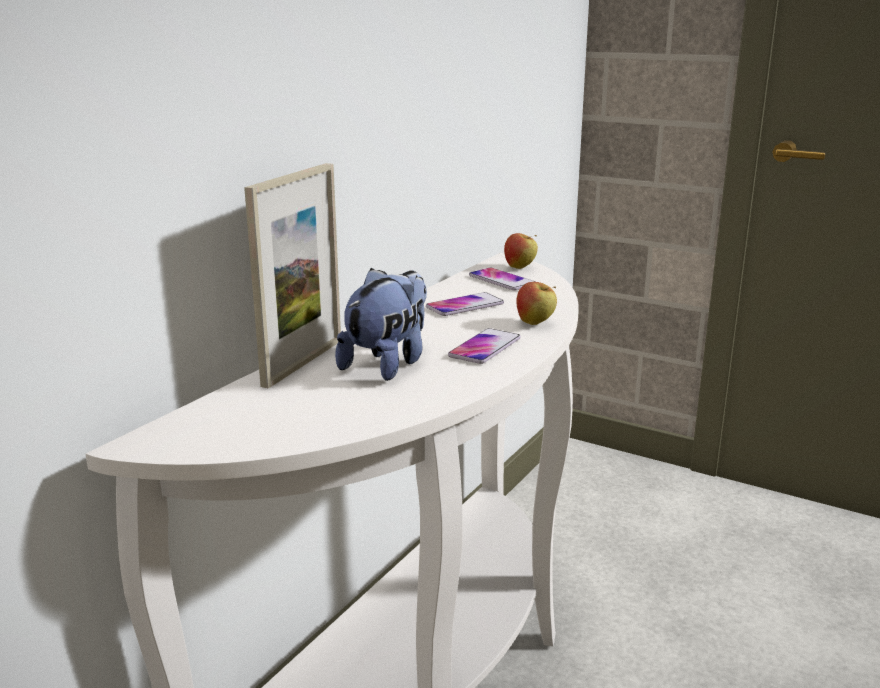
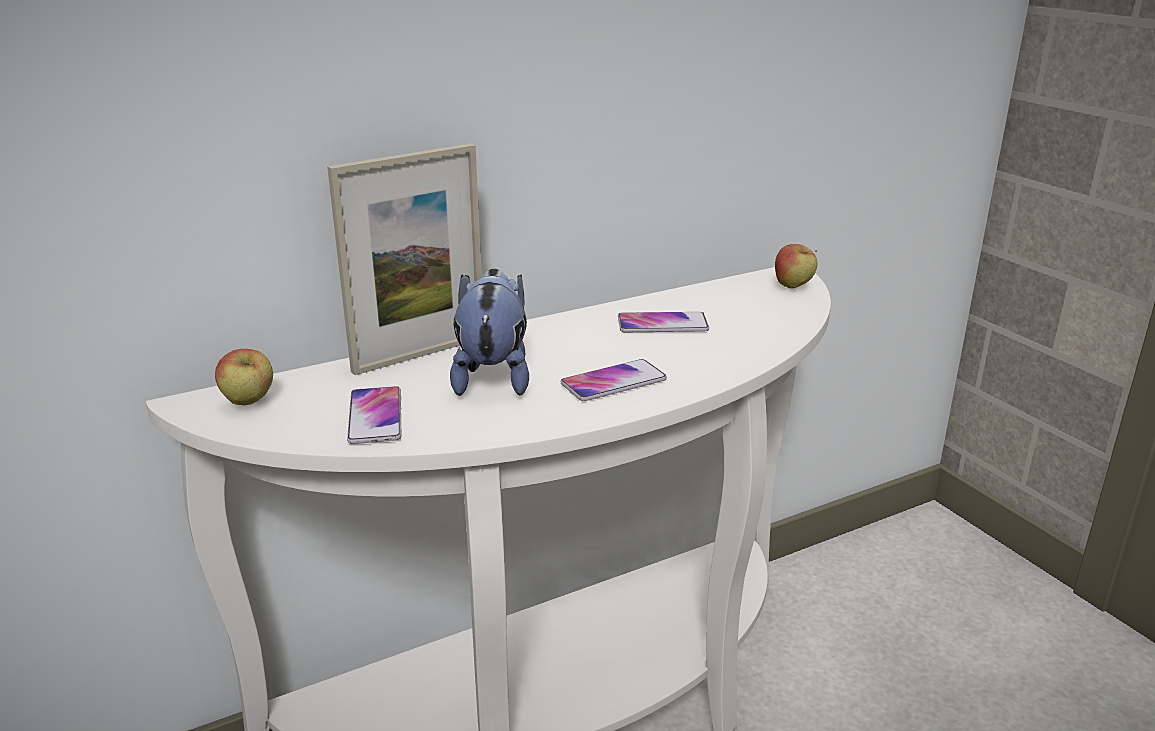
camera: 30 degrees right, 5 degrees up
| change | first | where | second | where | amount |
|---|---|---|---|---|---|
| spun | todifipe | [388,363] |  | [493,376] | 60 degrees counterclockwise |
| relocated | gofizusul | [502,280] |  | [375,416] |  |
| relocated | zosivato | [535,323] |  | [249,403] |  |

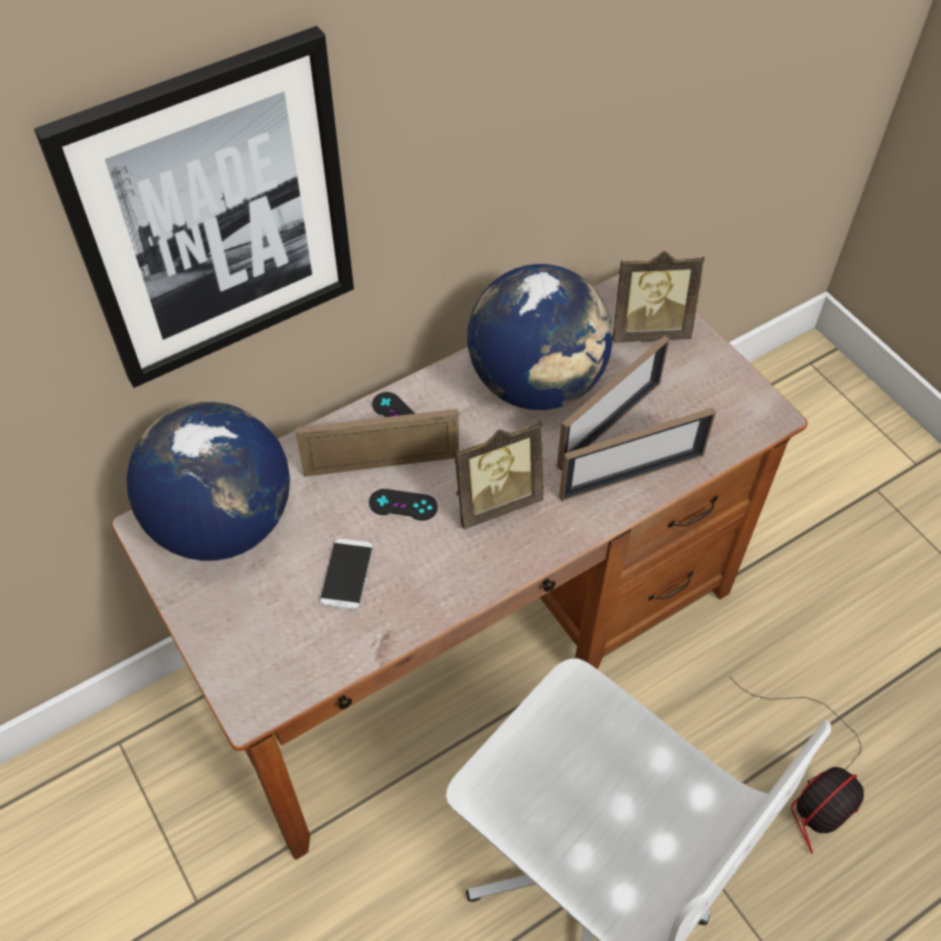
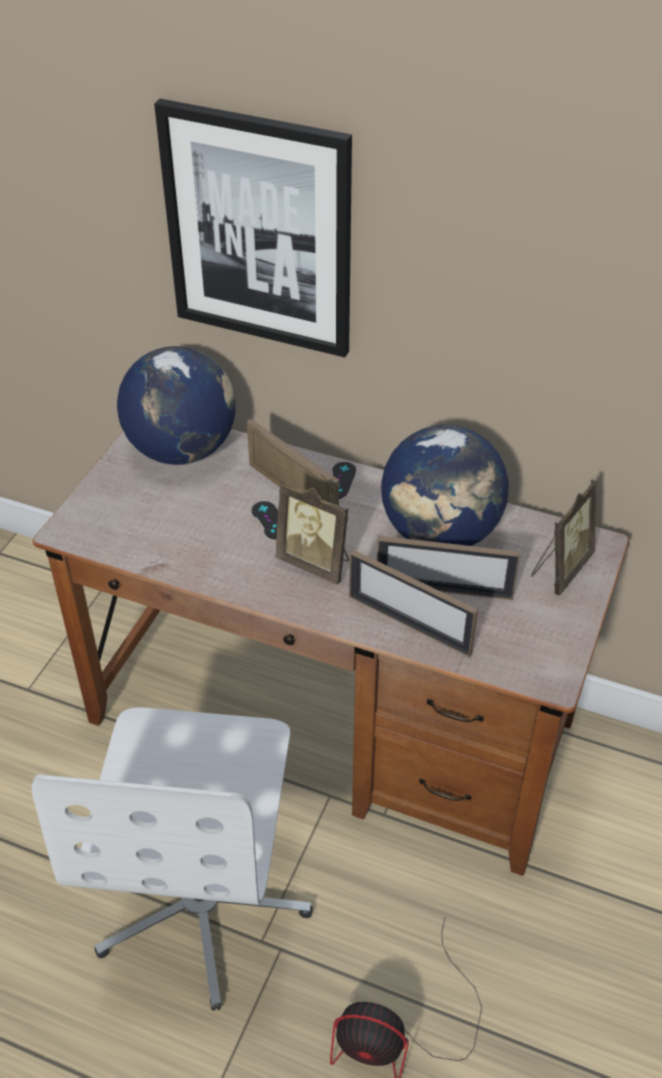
camera: 55 degrees right, 10 degrees down
| change | first | where | second | where | amount |
|---|---|---|---|---|---|
| spun | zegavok | [648,329] |  | [560,569] | 105 degrees counterclockwise |
| missing | gofizusul | [346,574] |  |  |  |

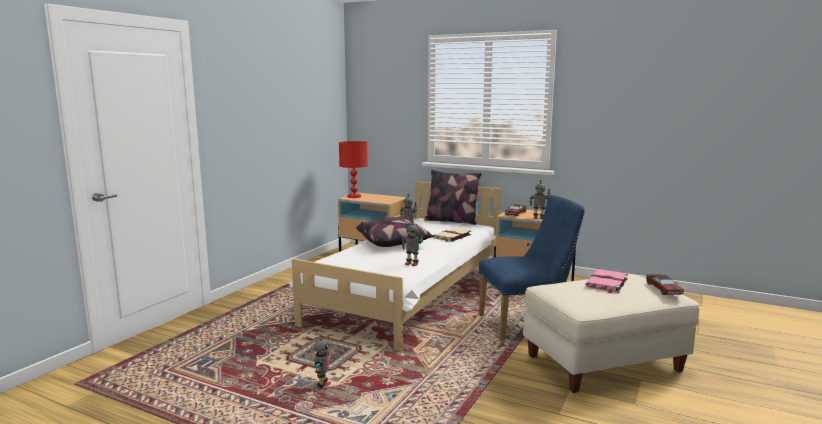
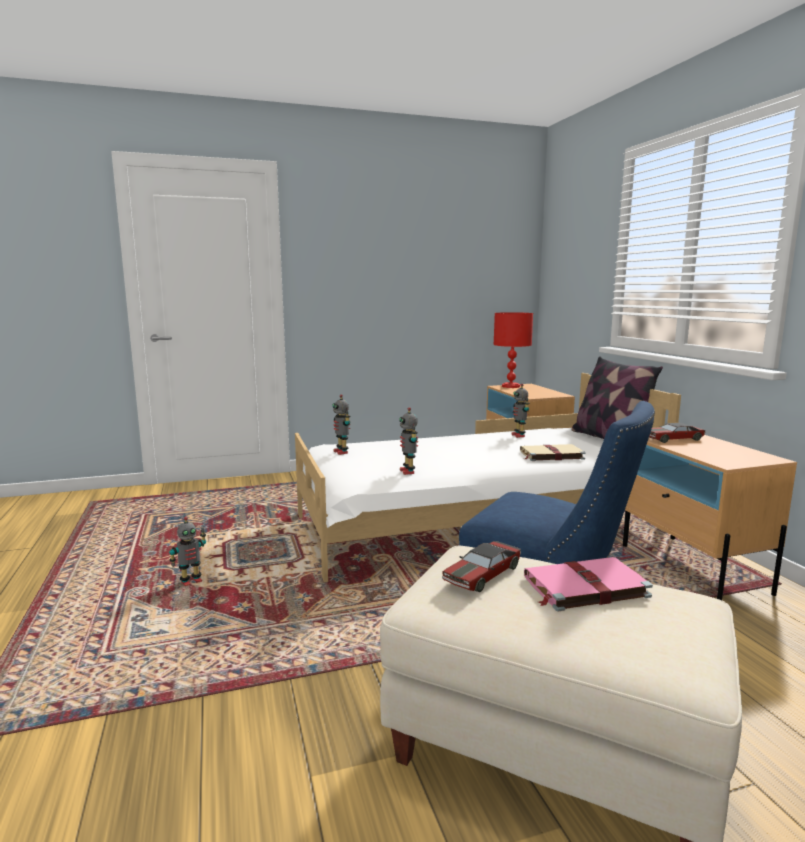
camera: 45 degrees right, 0 degrees up
| change | first | where | second | where | amount |
|---|---|---|---|---|---|
| relocated | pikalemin | [538,217] |  | [342,452] |  |
| missing | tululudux | [394,243] |  |  |  |
| relocated | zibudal | [663,289] |  | [482,575] |  |

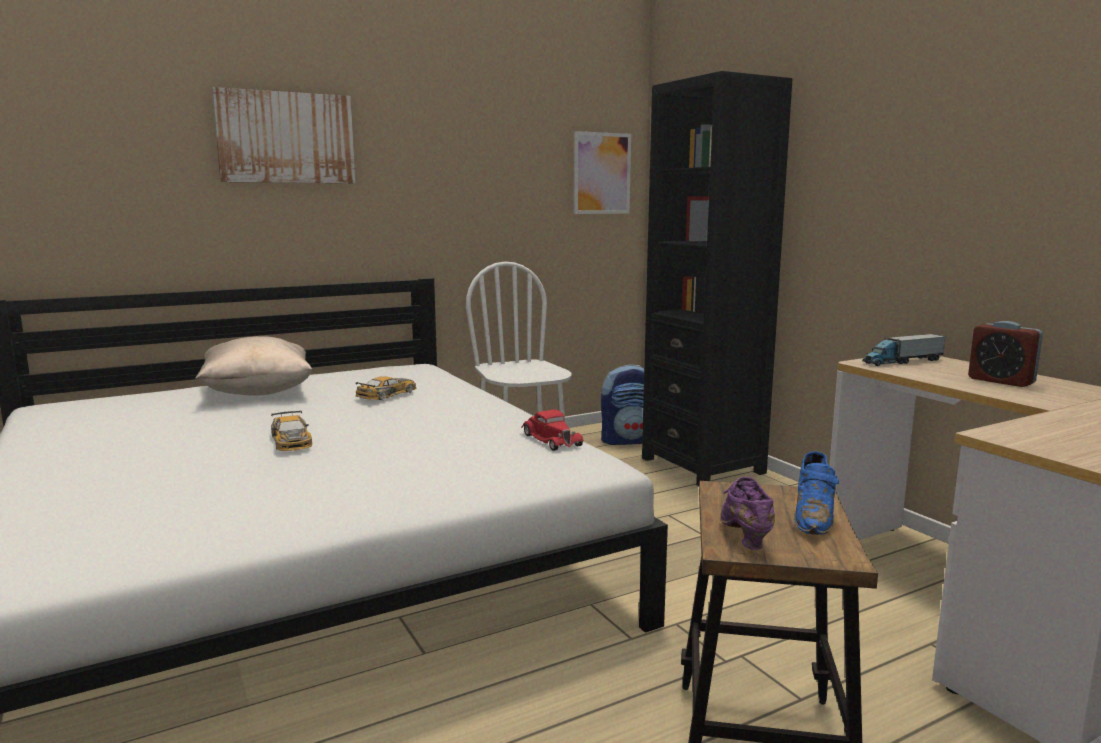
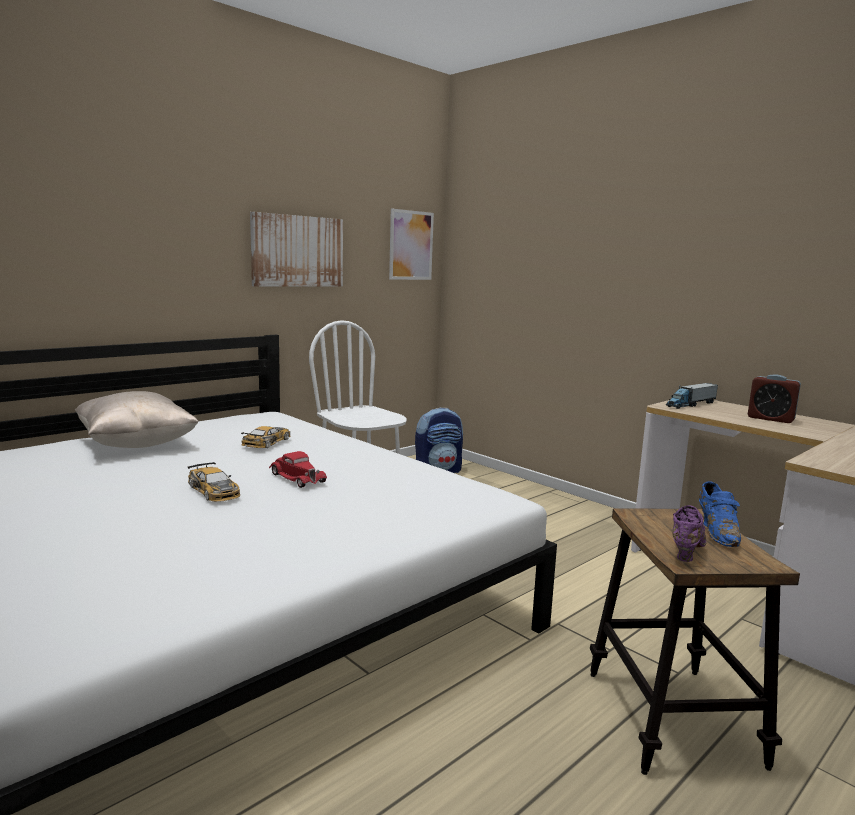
camera: 15 degrees left, 0 degrees up
| change | first | where | second | where | amount |
|---|---|---|---|---|---|
| missing | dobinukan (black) | [702,465] |  |  |  |
| relocated | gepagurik | [286,138] |  | [297,251] |  |
| relocated | zibudal (red) | [550,439] |  | [296,477] |  |
| spun | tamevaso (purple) | [744,535] |  | [686,551] | 45 degrees clockwise |

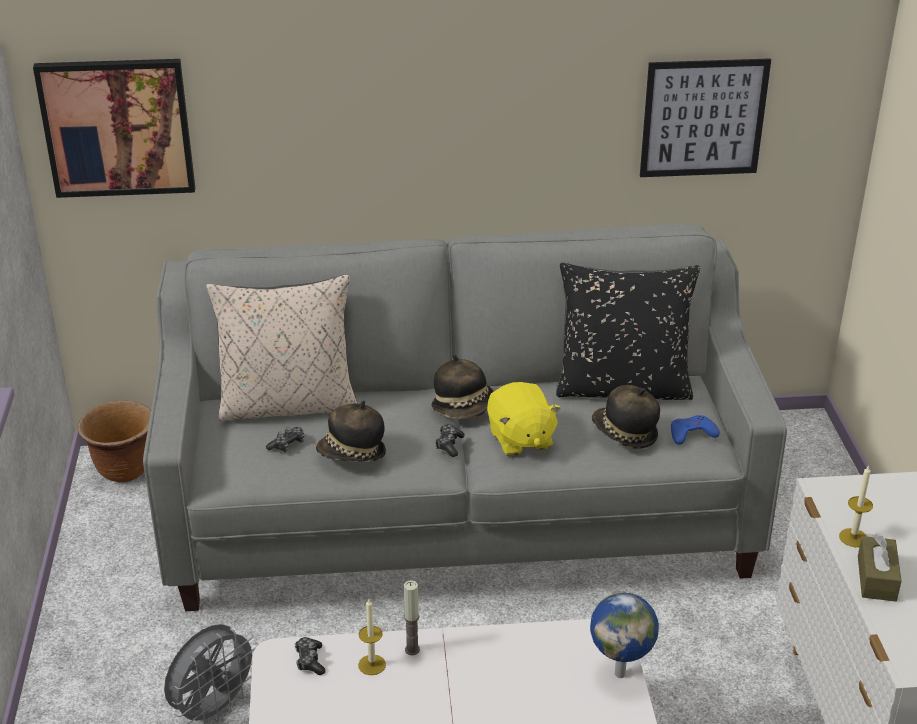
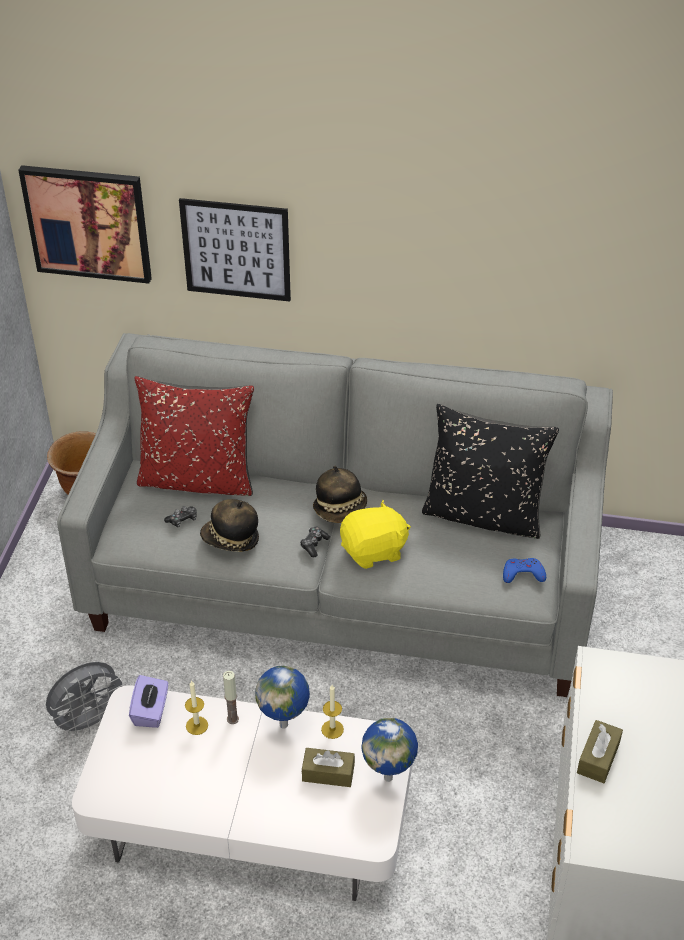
camera: 15 degrees right, 10 degrees up
| change | first | where | second | where | amount |
|---|---|---|---|---|---|
| relocated | gepagurik | [703,118] |  | [236,250] |  |
| colour | tululudux (beige) | [288,405] | tululudux (red) | [197,480] |  |
| spun | todifipe (yellow) | [520,439] |  | [374,551] | 105 degrees counterclockwise |
| missing | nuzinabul | [624,434] |  |  |  |
| relocated | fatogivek | [853,538] |  | [332,729] |  |
| exchanged | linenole | [310,661] | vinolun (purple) | [151,711] |  |
| appeared |  |  | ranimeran | [285,724] |  |
| appeared |  |  | vinolun (brown) | [328,773] |  |

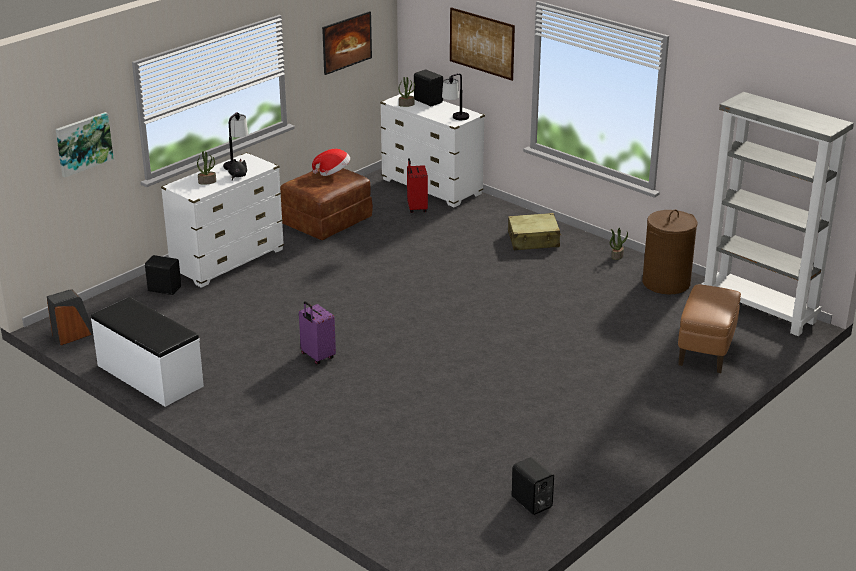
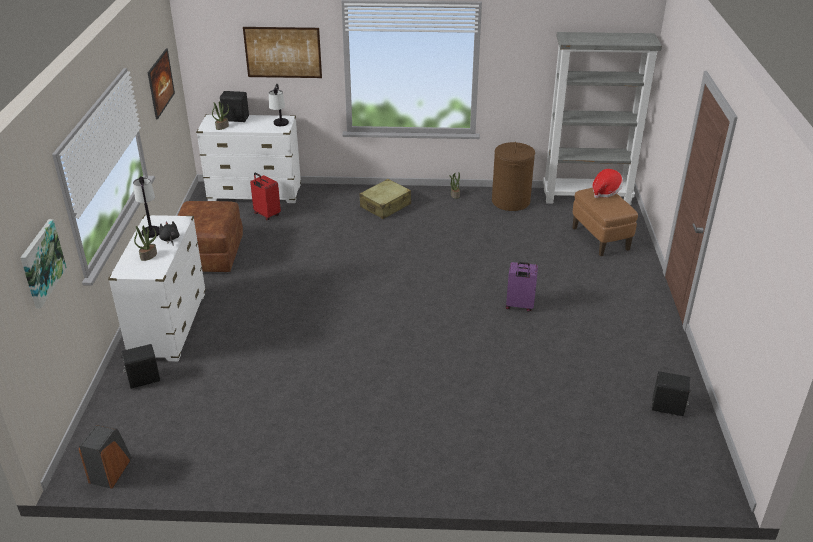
camera: 40 degrees left, 5 degrees up
| change | first | where | second | where | amount |
|---|---|---|---|---|---|
| relocated | nuzinabul | [333,173] |  | [605,192] |  |
| missing | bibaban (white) | [149,376] |  |  |  |
| relocated | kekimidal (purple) | [317,356] |  | [519,306] |  |

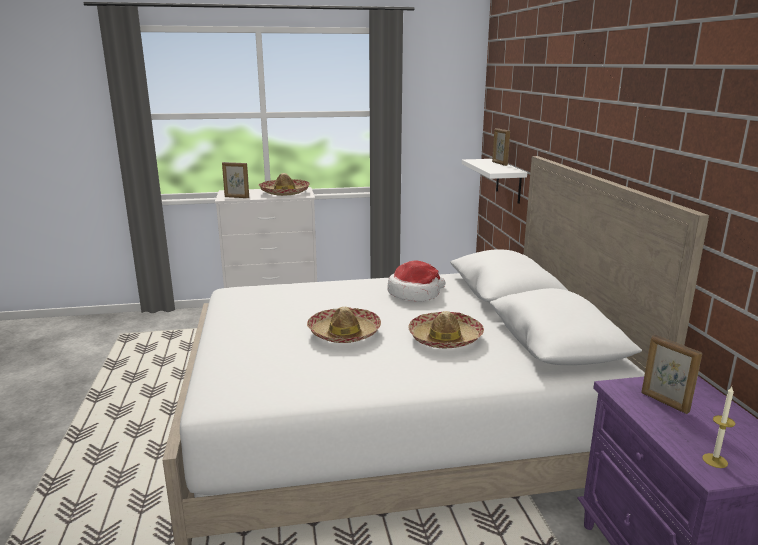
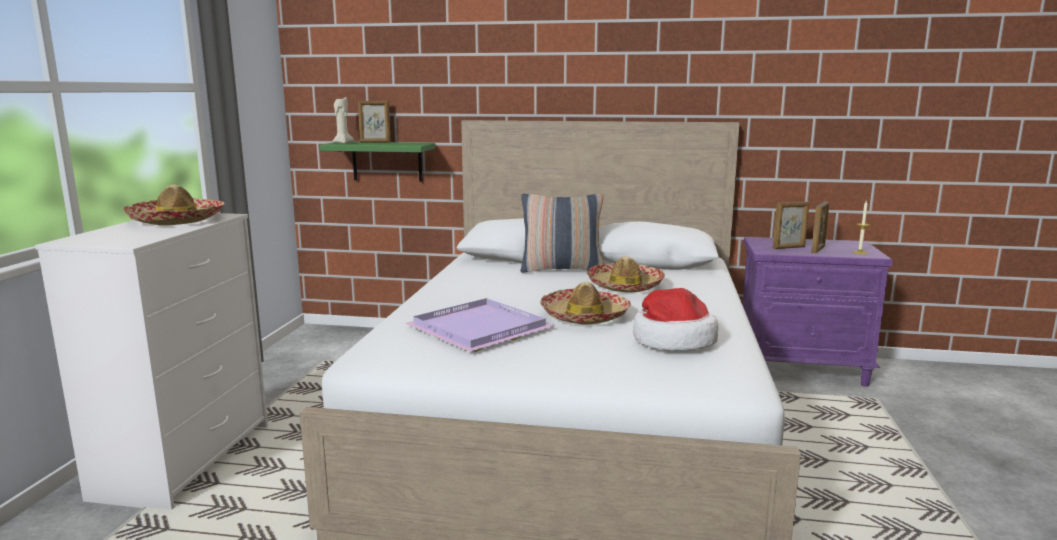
camera: 70 degrees left, 5 degrees down
| change | first | where | second | where | amount |
|---|---|---|---|---|---|
| colour | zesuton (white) | [508,181] | zesuton (green) | [387,161] |  |
| relocated | zegavok | [236,197] |  | [818,250] |  |
| relocated | nuzinabul | [415,294] |  | [672,340] |  |
| appeared |  |  | fatogivek (beige) | [342,143] |  |
| appeared |  |  | tululudux | [562,269] |  |
| appeared |  |  | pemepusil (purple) | [479,328] |  |

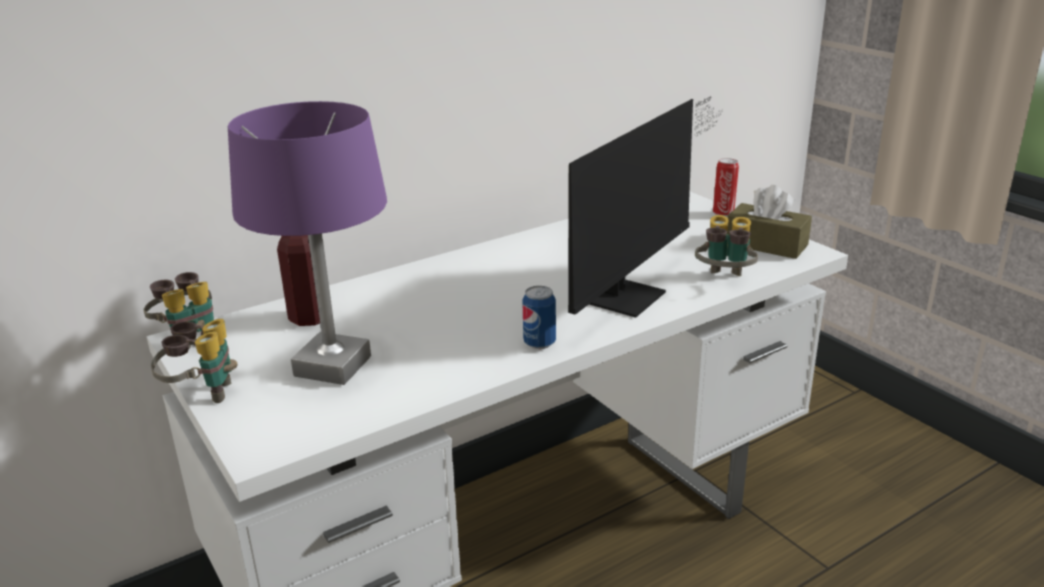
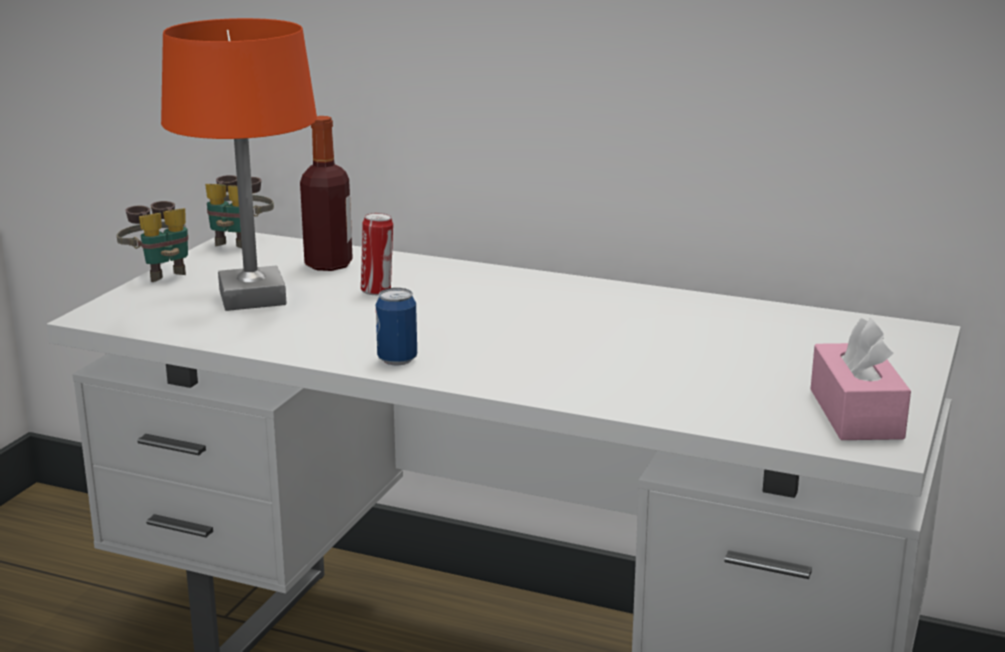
camera: 55 degrees right, 5 degrees down
| change | first | where | second | where | amount |
|---|---|---|---|---|---|
| missing | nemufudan | [631,293] |  |  |  |
| colour | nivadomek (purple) | [332,366] | nivadomek (orange) | [252,297] |  |
| relocated | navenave | [723,213] |  | [378,291] |  |
| colour | vinolun (brown) | [766,244] | vinolun (pink) | [855,413] |  |
| missing | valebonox | [724,280] |  |  |  |

